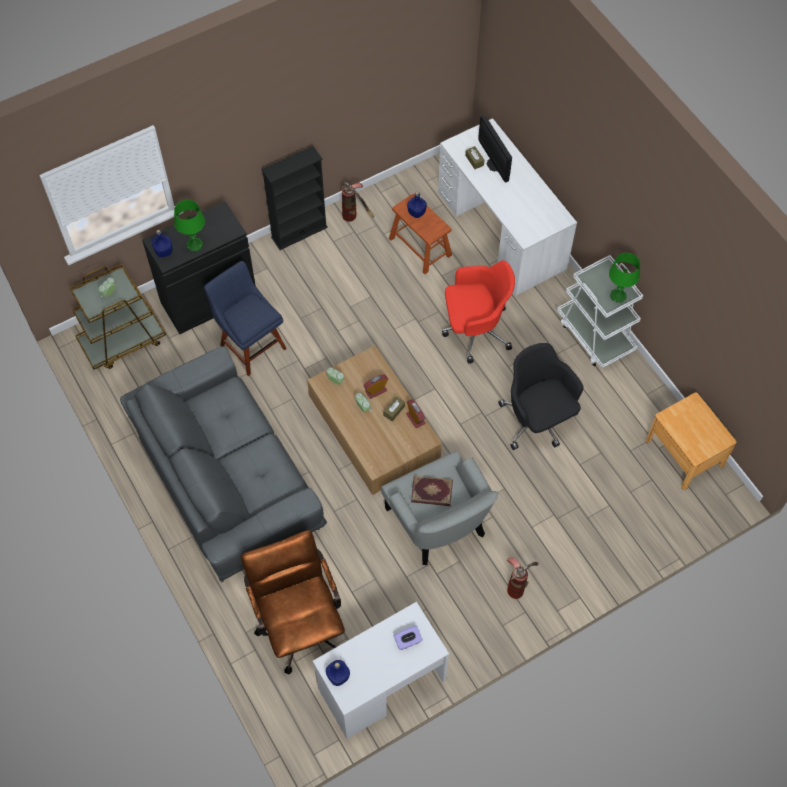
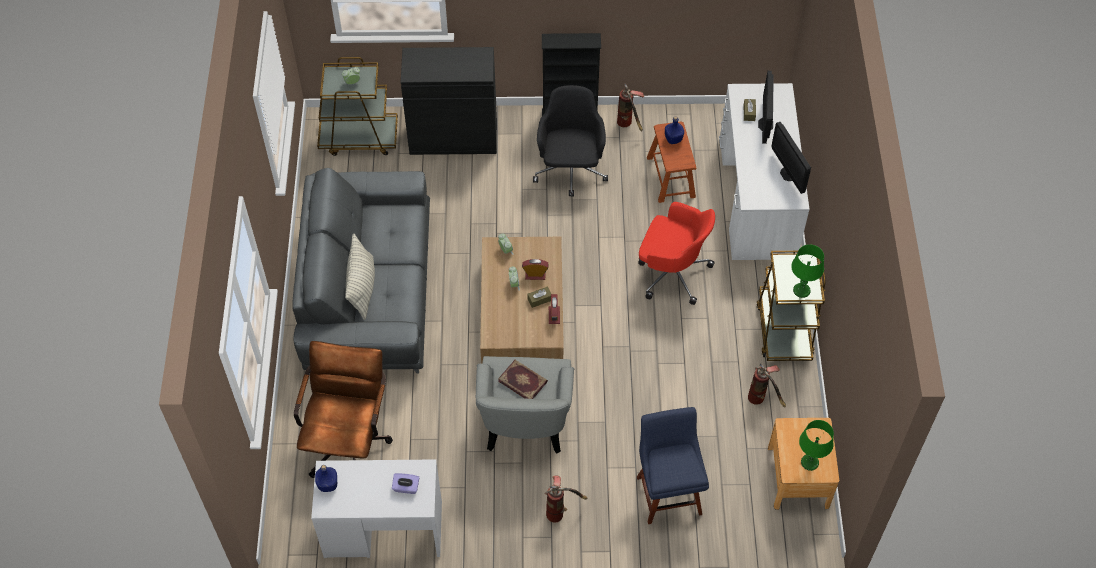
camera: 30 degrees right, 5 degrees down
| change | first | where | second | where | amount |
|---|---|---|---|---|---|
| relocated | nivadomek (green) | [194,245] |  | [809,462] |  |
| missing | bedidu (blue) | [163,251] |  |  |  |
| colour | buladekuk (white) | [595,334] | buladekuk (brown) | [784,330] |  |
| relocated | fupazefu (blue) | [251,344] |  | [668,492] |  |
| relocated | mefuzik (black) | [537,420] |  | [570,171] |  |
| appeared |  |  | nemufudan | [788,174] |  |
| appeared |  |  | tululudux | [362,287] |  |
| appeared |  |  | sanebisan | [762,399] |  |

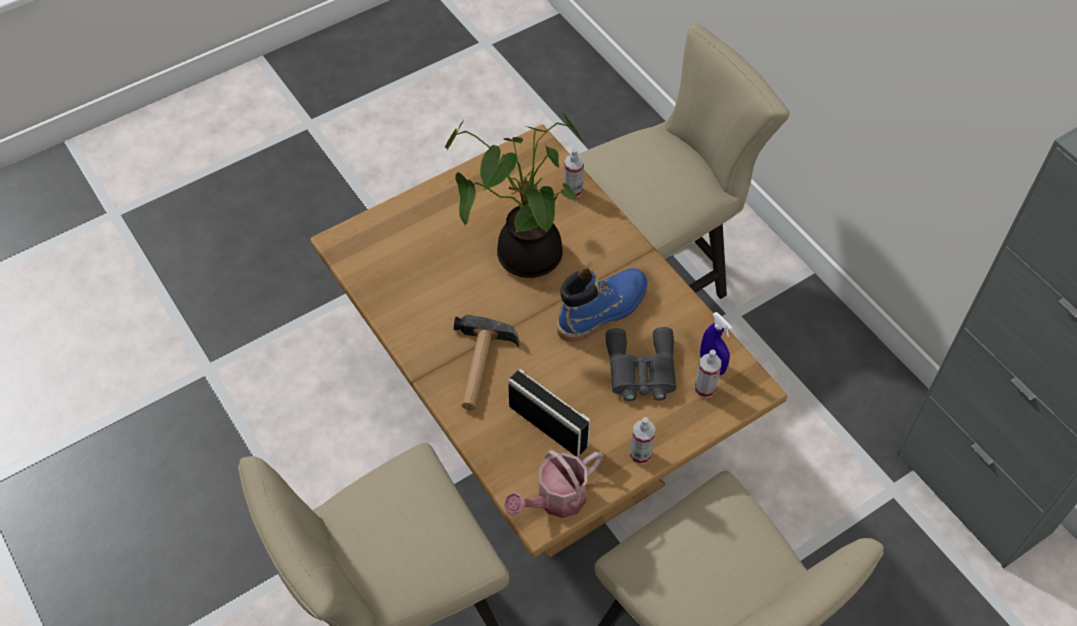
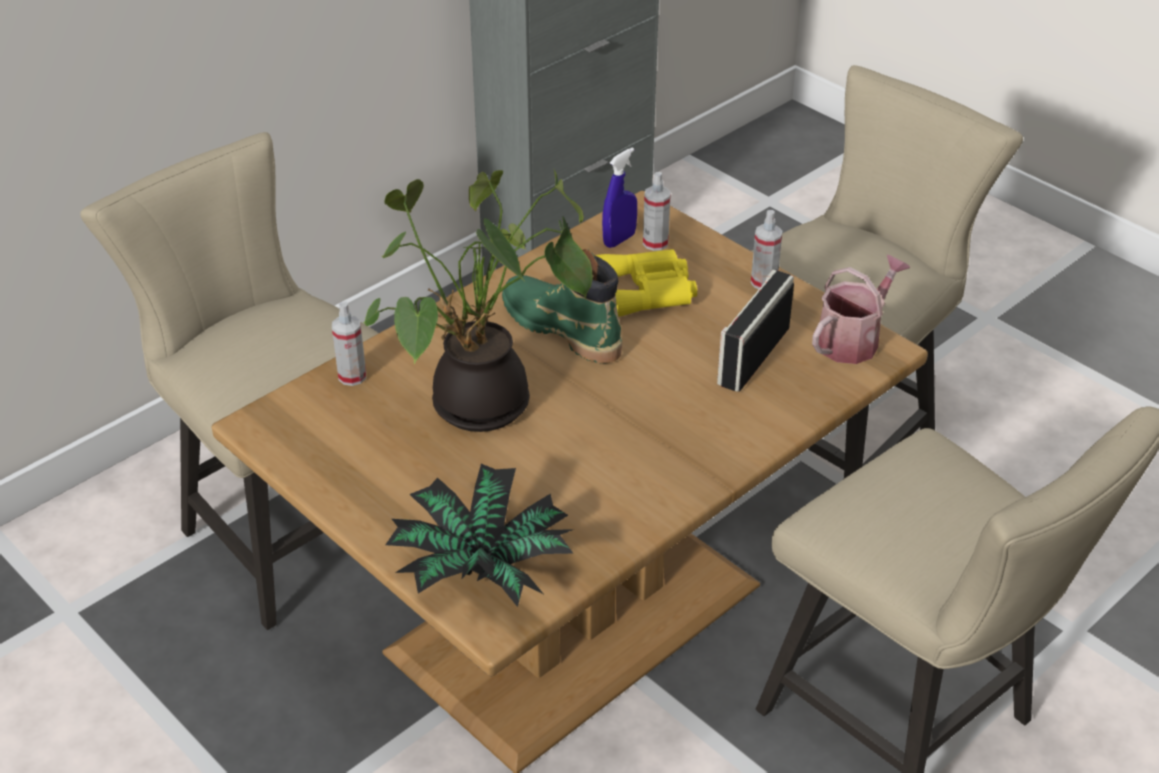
camera: 100 degrees left, 15 degrees down
| change | first | where | second | where | amount |
|---|---|---|---|---|---|
| colour | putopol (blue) | [602,310] | putopol (green) | [561,329] |  |
| missing | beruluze | [480,368] |  |  |  |
| colour | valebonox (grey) | [640,371] | valebonox (yellow) | [646,291] |  |
| spun | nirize | [555,500] |  | [853,339] | 90 degrees counterclockwise |
| appeared |  |  | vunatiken | [481,569] |  |

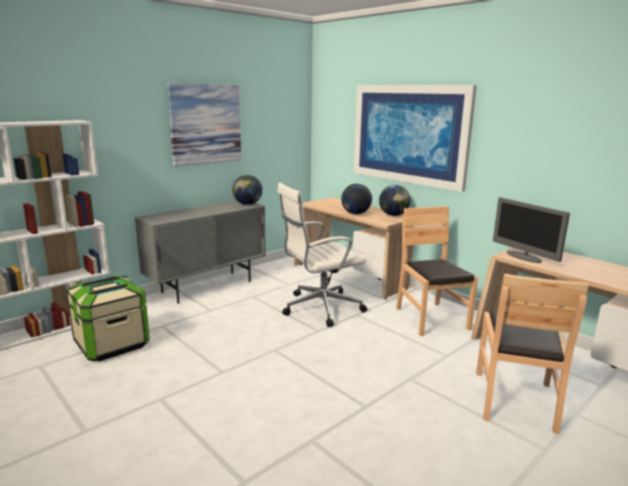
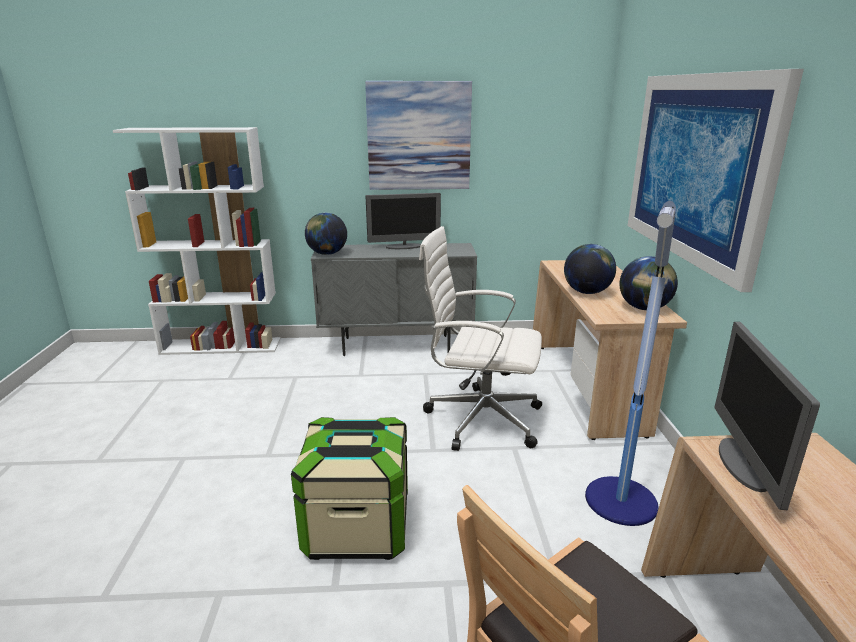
camera: 40 degrees right, 5 degrees up
| change | first | where | second | where | amount |
|---|---|---|---|---|---|
| relocated | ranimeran | [247,204] |  | [327,254] |  |
| exchanged | fupazefu (brown) | [431,318] | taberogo | [621,503] |  |
| relocated | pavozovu | [112,344] |  | [357,527] |  |
| appeared |  |  | nemufudan | [404,247] |  |

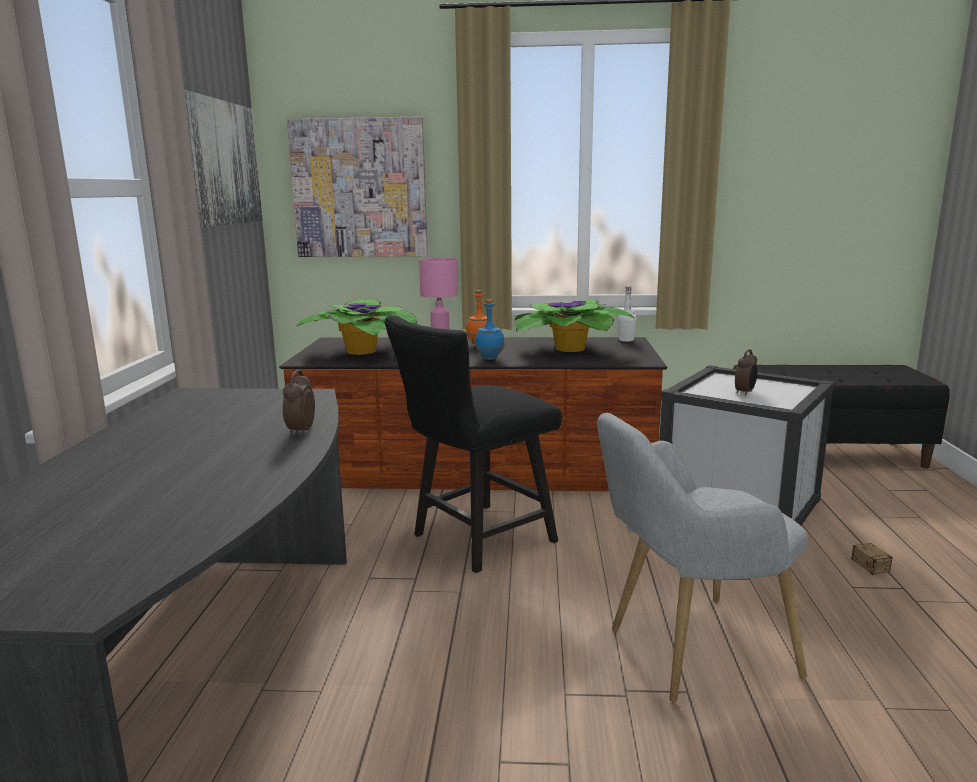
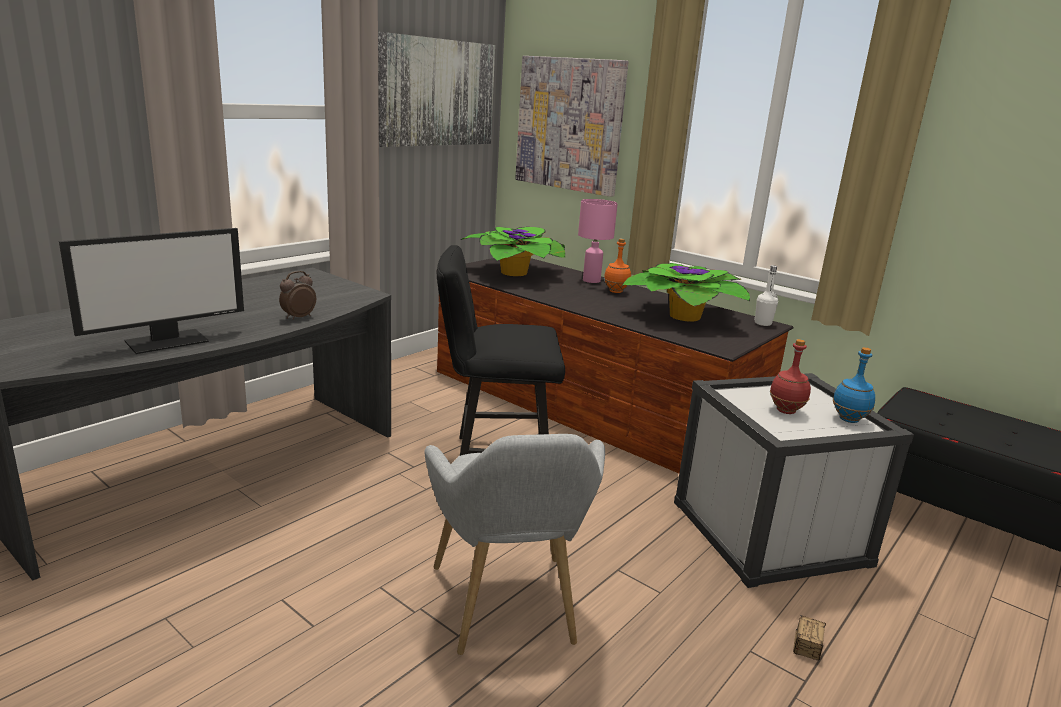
camera: 35 degrees right, 5 degrees up
| change | first | where | second | where | amount |
|---|---|---|---|---|---|
| relocated | bedidu (blue) | [489,358] |  | [848,420] |  |
| exchanged | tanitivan | [745,392] | bedidu (red) | [786,411] |  |
| spun | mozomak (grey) | [688,652] |  | [507,612] | 120 degrees counterclockwise |
| appeared |  |  | nemufudan | [167,340] |  |

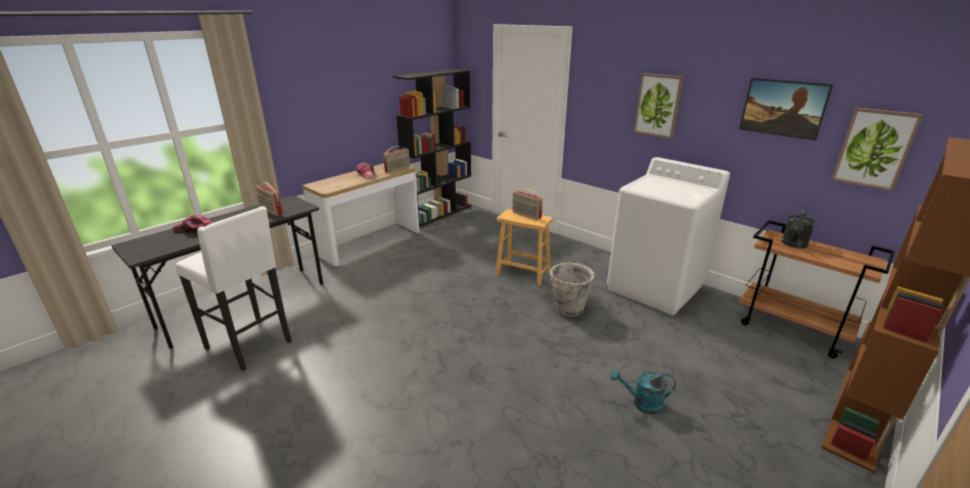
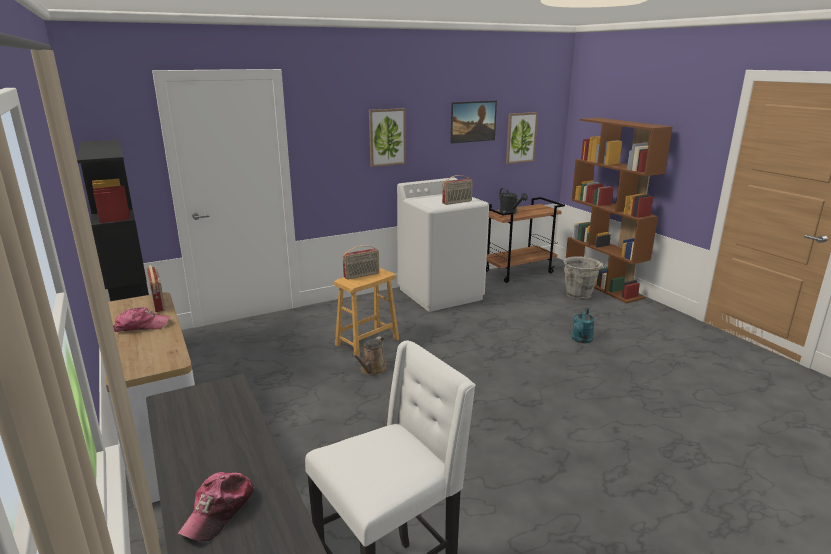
camera: 70 degrees left, 5 degrees down
| change | first | where | second | where | amount |
|---|---|---|---|---|---|
| relocated | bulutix | [270,211] |  | [457,202] |  |
| relocated | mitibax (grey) | [567,308] |  | [579,295] |  |
| appeared |  |  | nirize (brown) | [372,370] |  |

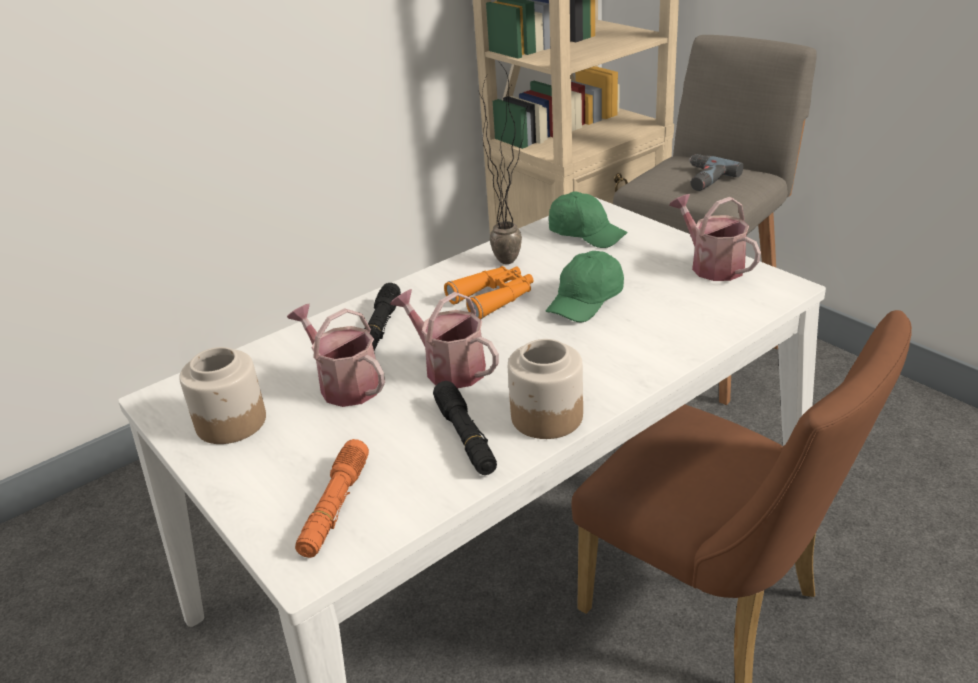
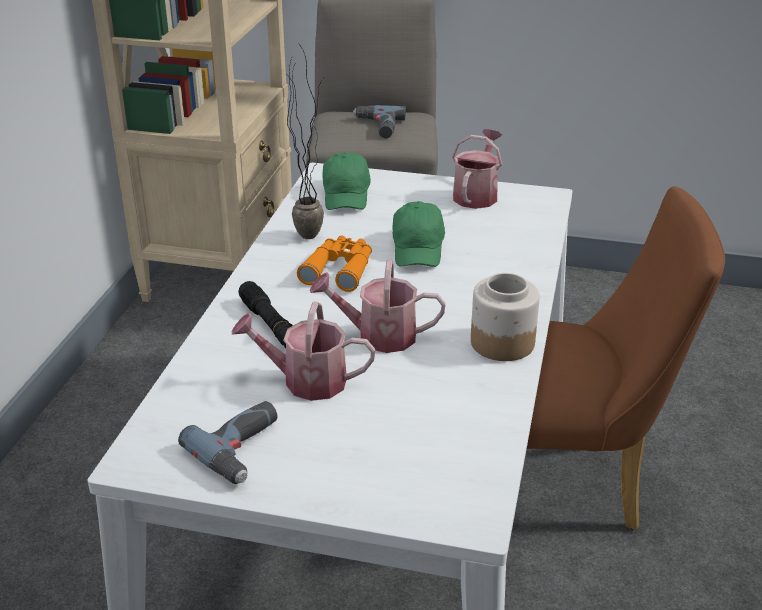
camera: 40 degrees left, 0 degrees up
| change | first | where | second | where | amount |
|---|---|---|---|---|---|
| spun | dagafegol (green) | [586,234] |  | [346,195] | 90 degrees clockwise |
| spun | nirize | [712,265] |  | [477,194] | 90 degrees clockwise |
| exchanged | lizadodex | [232,422] | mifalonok | [244,450] |  |
| missing | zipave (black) | [465,437] |  |  |  |
| missing | zipave (orange) | [335,507] |  |  |  |

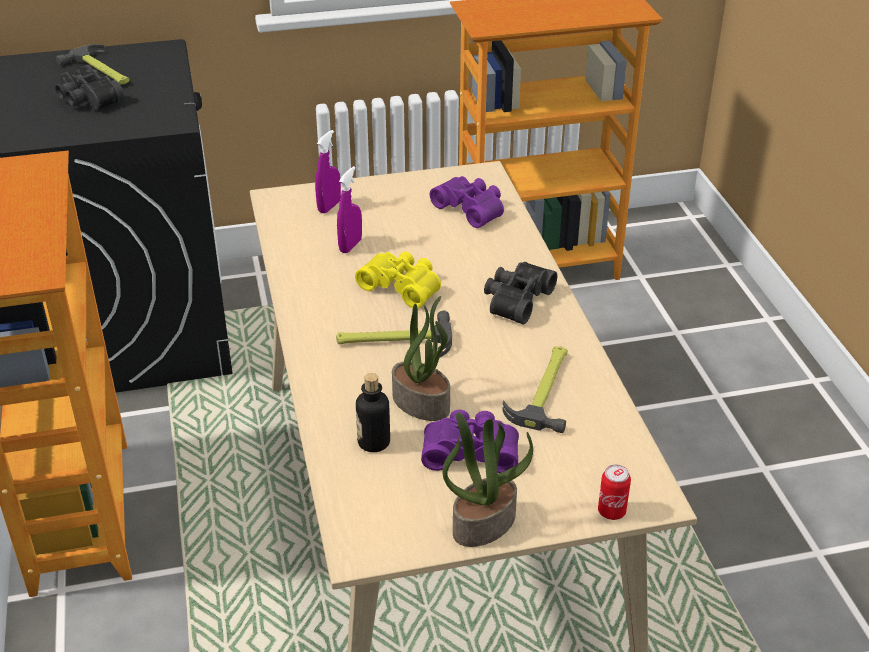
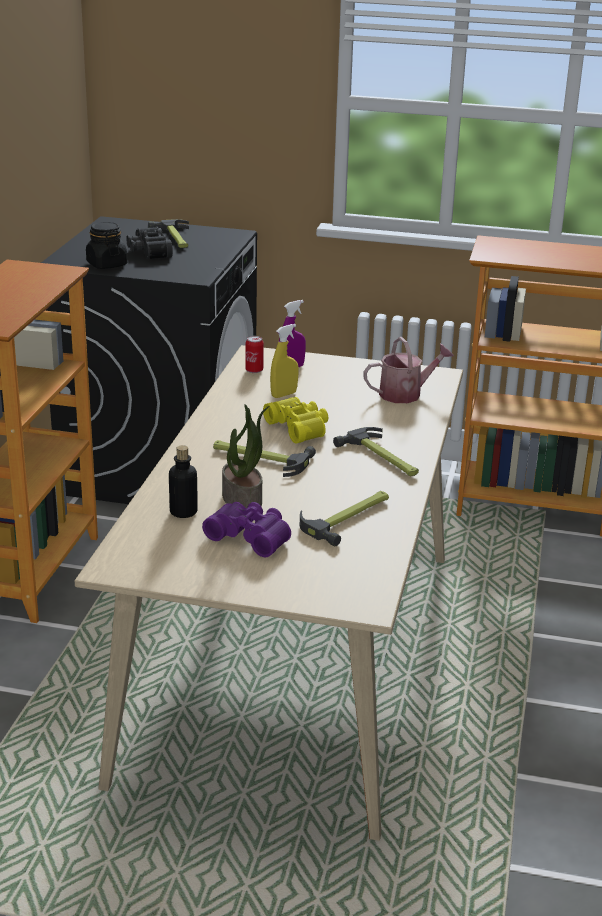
camera: 25 degrees right, 10 degrees down
| change | first | where | second | where | amount |
|---|---|---|---|---|---|
| colour | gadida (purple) | [350,246] | gadida (yellow) | [284,394] |  |
| exchanged | valebonox (purple) | [471,208] | nirize | [406,394] |  |
| exchanged | valebonox (black) | [515,299] | beruluze | [382,458] |  |
| missing | vunatiken | [484,523] |  |  |  |
| relocated | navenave | [611,511] |  | [254,370] |  |
| appeared |  |  | lizadodex (black) | [106,264] |  |

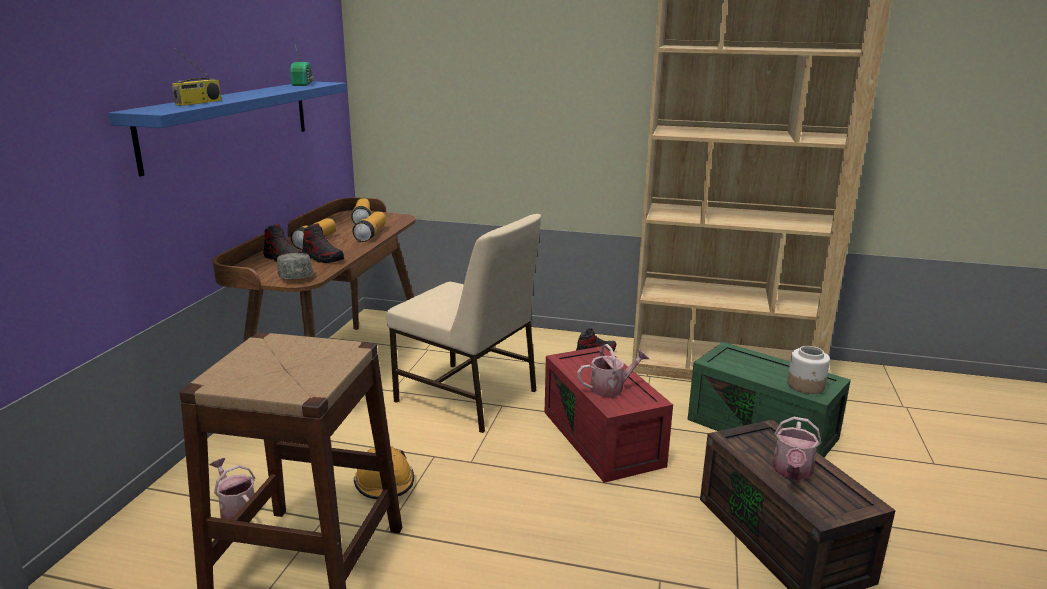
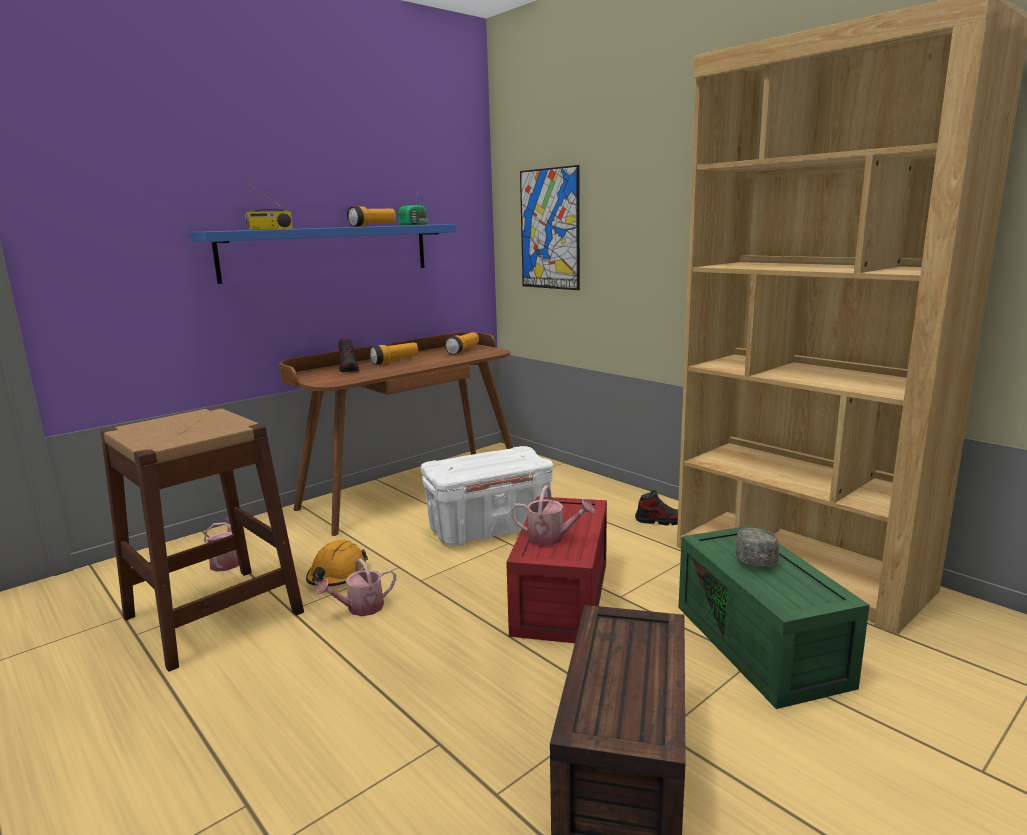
camera: 35 degrees right, 5 degrees down
| change | first | where | second | where | amount |
|---|---|---|---|---|---|
| relocated | zipave | [371,235] |  | [373,226] |  |
| exchanged | fupazefu (beige) | [467,397] | pavozovu (white) | [488,528] |  |
| missing | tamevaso | [323,258] |  |  |  |
| relocated | dagafegol (grey) | [294,276] |  | [754,557] |  |
| missing | lizadodex | [806,386] |  |  |  |
| relocated | nirize | [792,472] |  | [360,608] |  |
| appeared |  |  | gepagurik | [550,229] |  |

